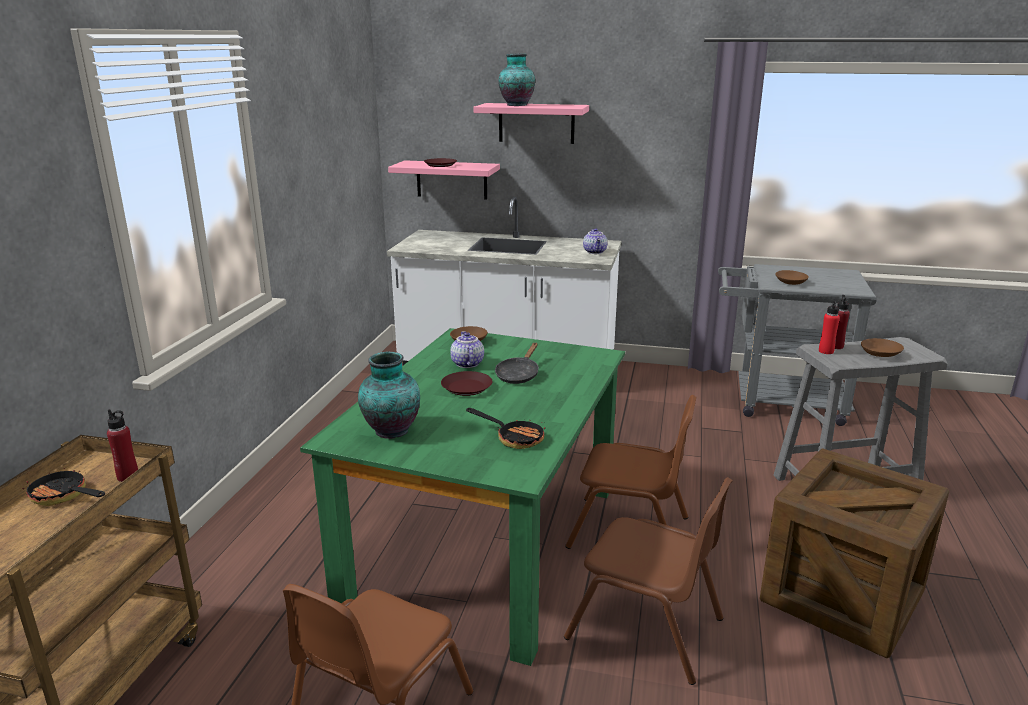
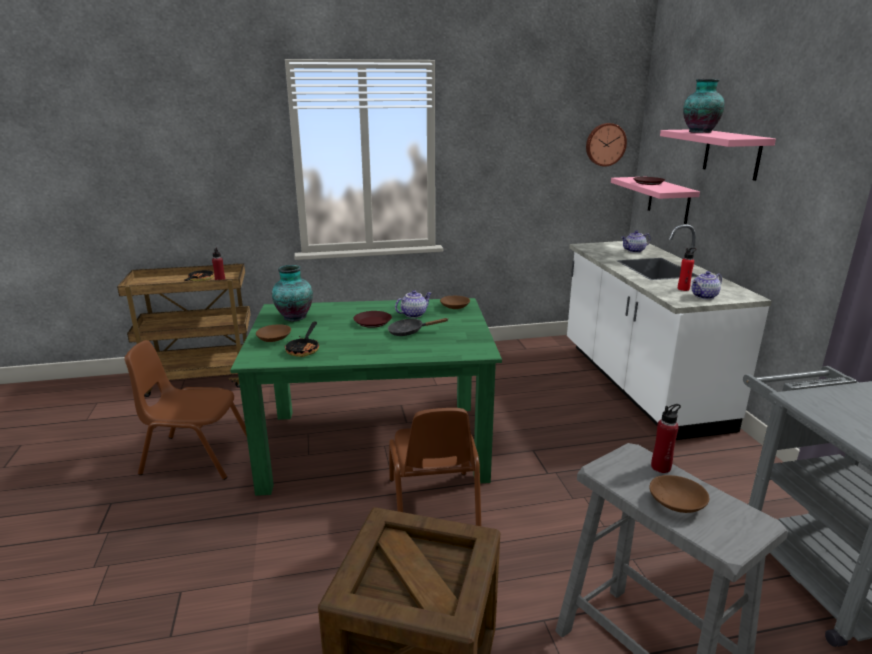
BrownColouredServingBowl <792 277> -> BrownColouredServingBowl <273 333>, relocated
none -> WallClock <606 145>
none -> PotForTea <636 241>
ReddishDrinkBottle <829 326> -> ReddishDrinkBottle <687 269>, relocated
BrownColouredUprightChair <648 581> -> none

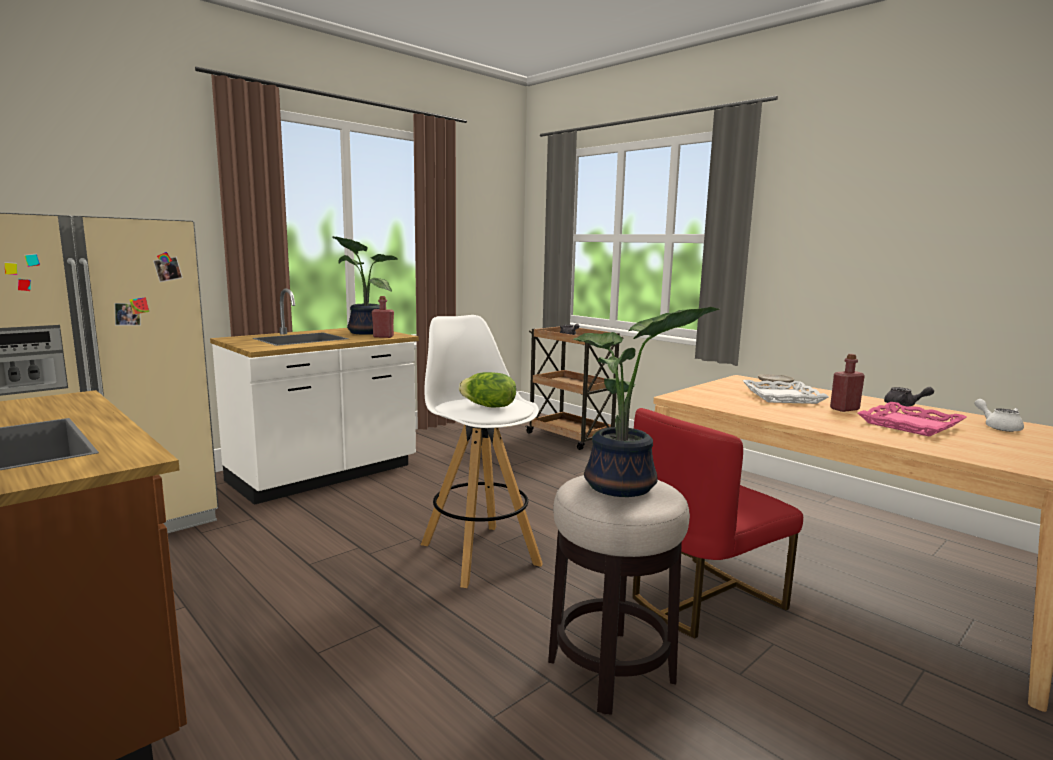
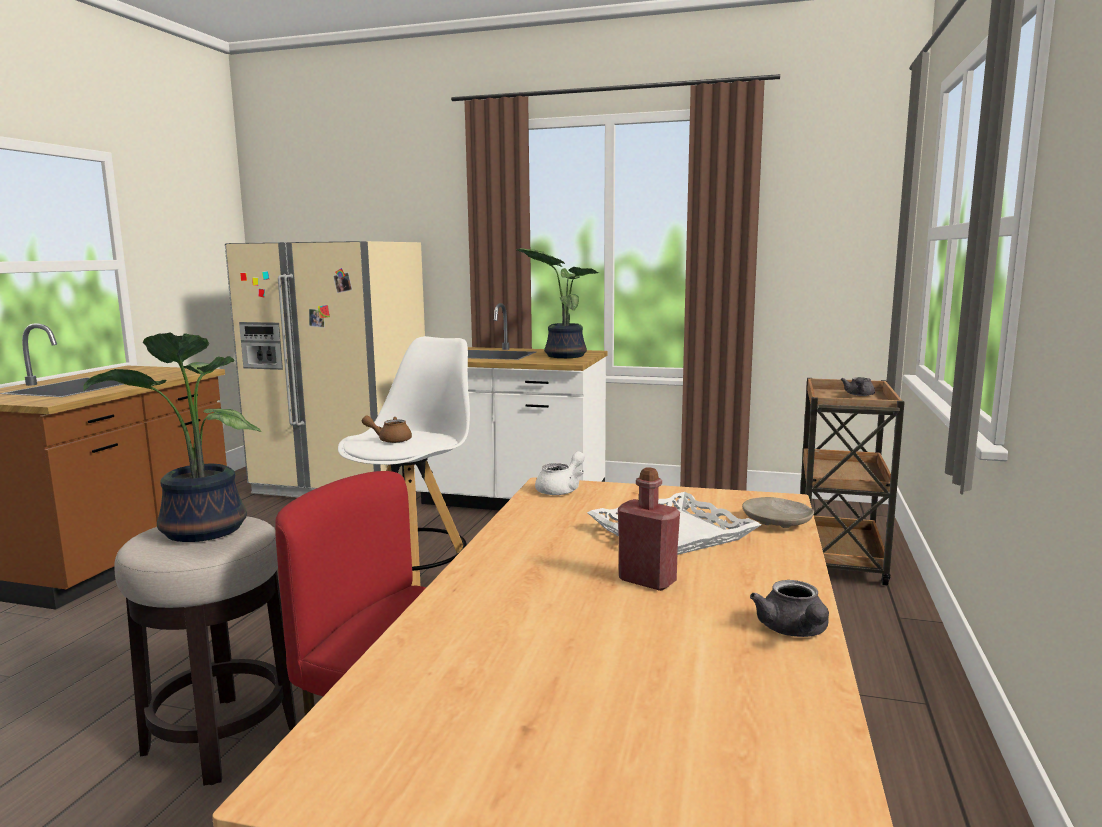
LettuceHead <487 390> -> BrownColouredPotForTea <387 429>
WhitePotForTea <999 415> -> WhitePotForTea <560 473>, relocated
ReddishDrinkBottle <383 317> -> none
PinkTray <912 419> -> none

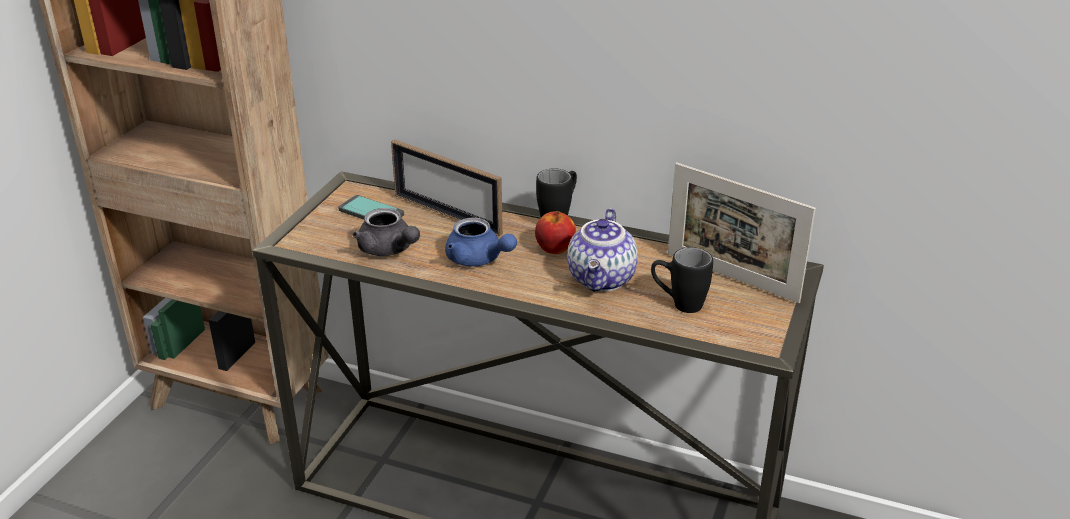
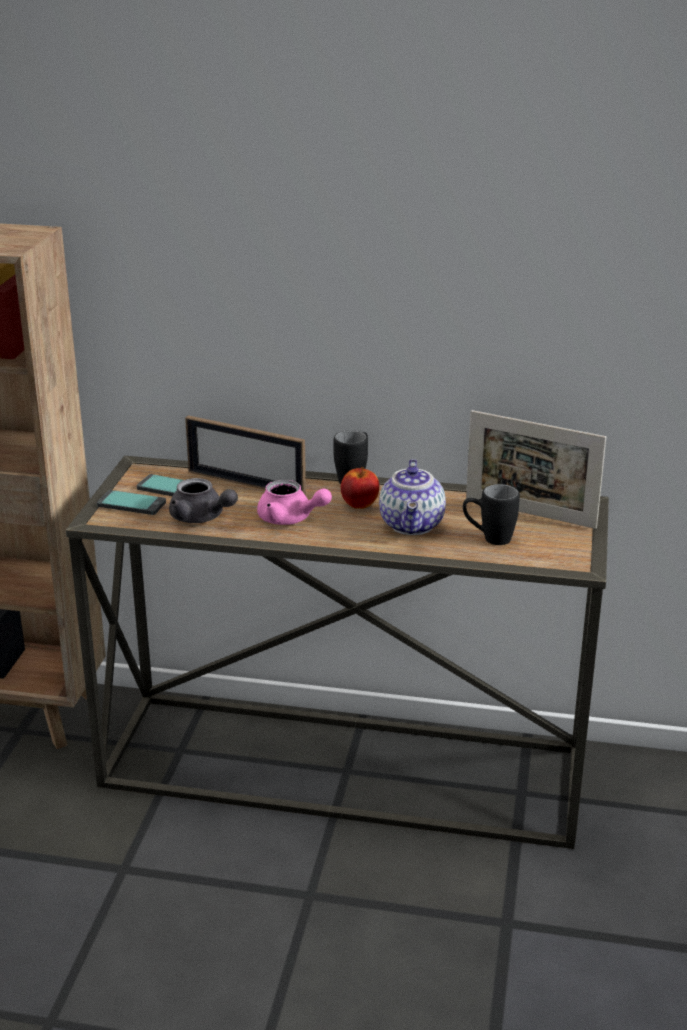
none -> Handset <131 502>
BlueColouredPotForTea <481 242> -> PinkPotForTea <294 502>

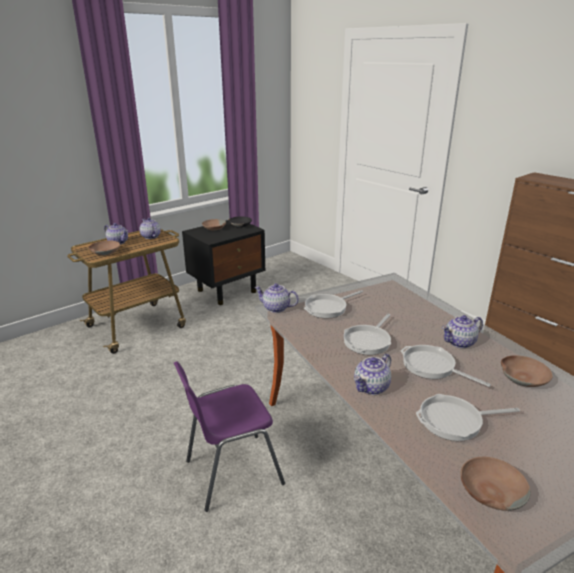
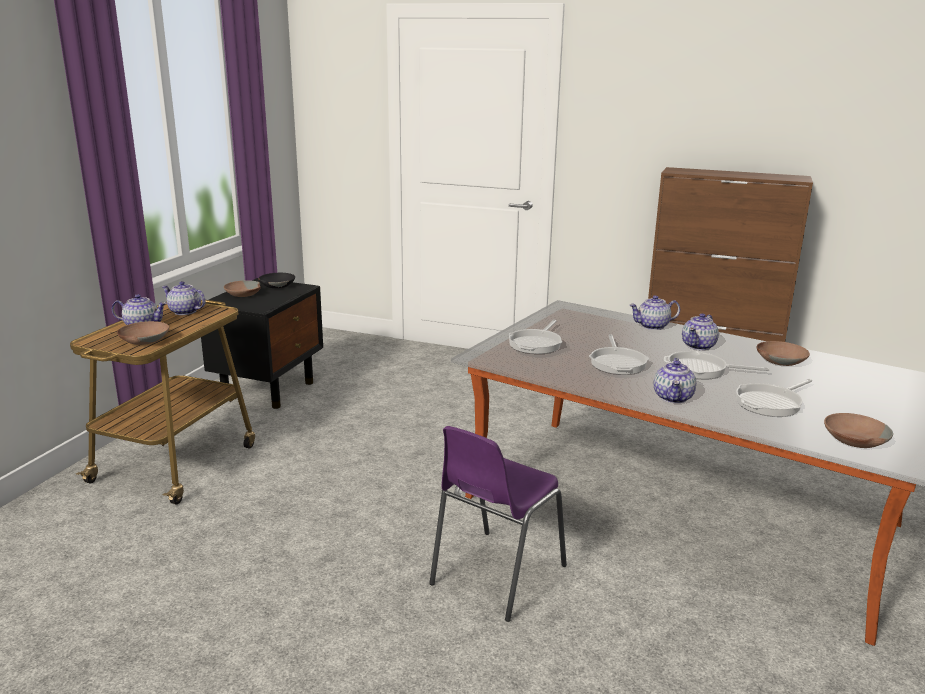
PotForTea <276 298> -> PotForTea <654 312>, relocated

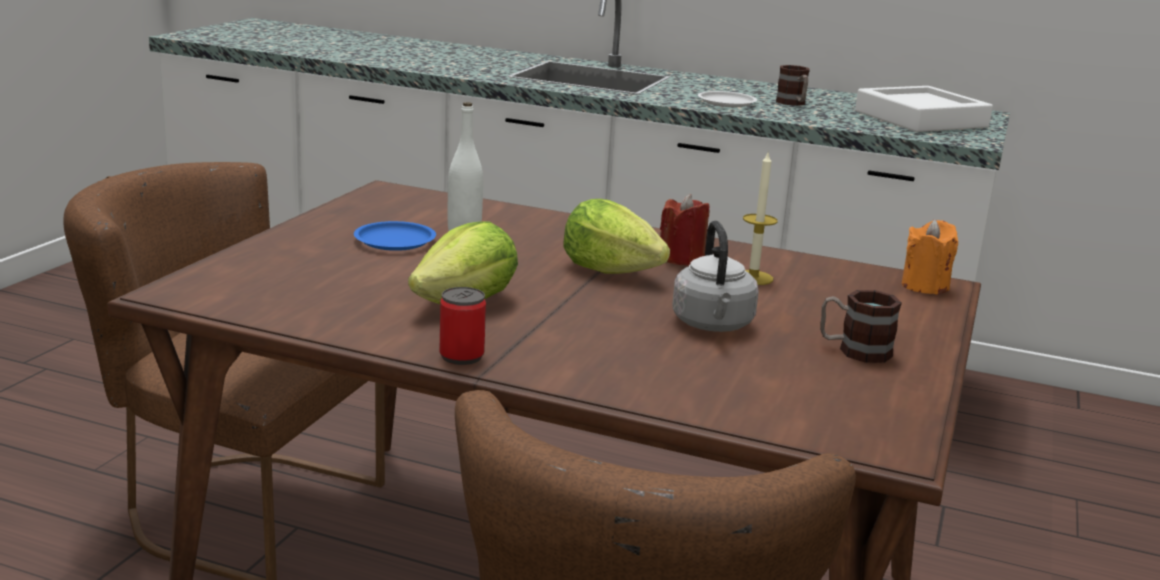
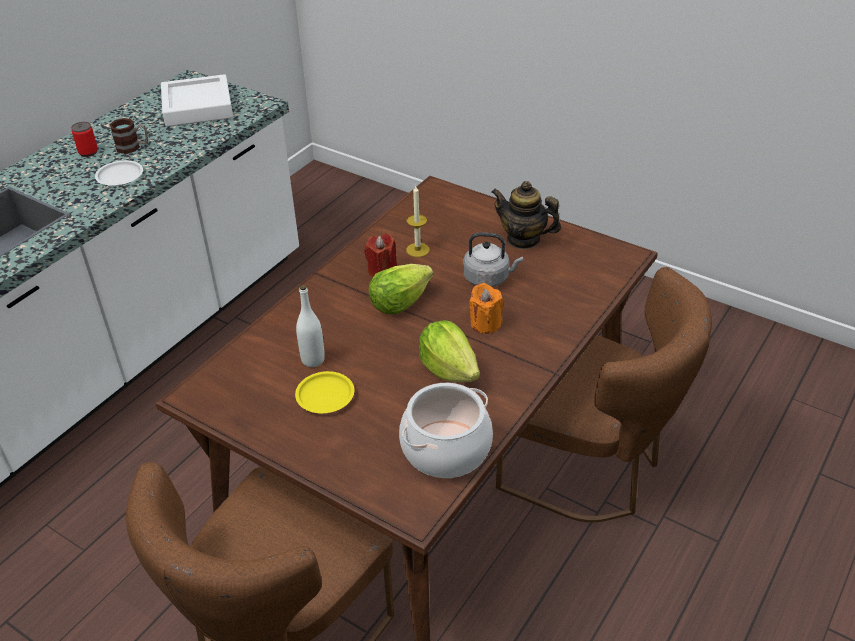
MetalCan <463 326> -> MetalCan <84 139>, relocated
BlueColouredFlatDish <395 236> -> YellowishFlatDish <324 392>
none -> CookingPot <446 430>
OrangeWaxLight <930 257> -> OrangeWaxLight <486 308>, relocated
CoffeeMug <861 326> -> PotForTea <526 215>

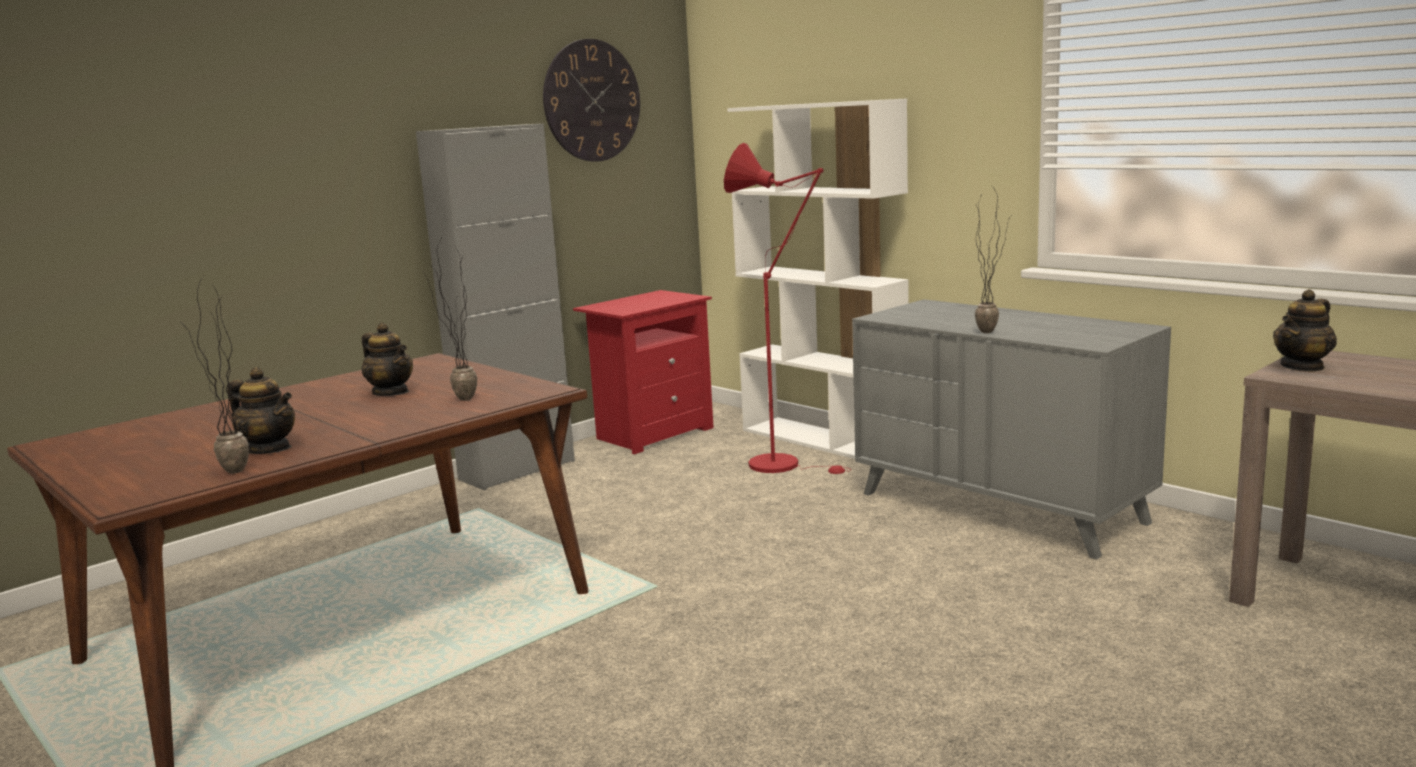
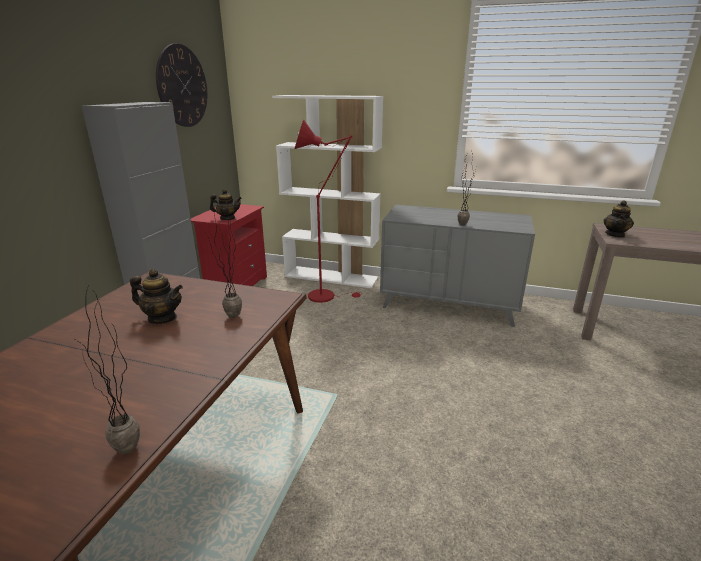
PotForTea <261 410> -> PotForTea <226 204>, relocated

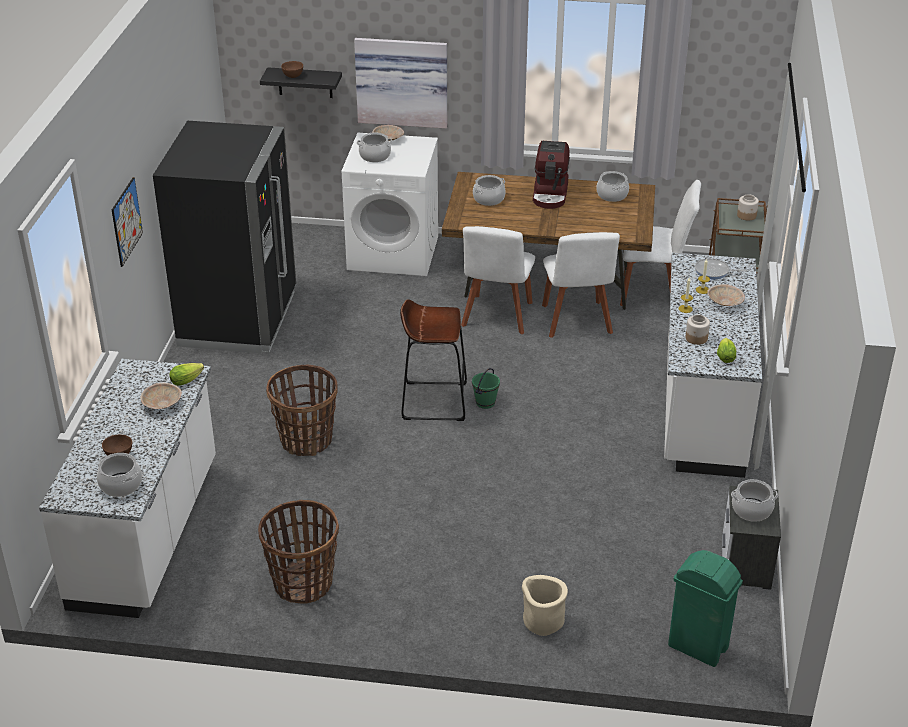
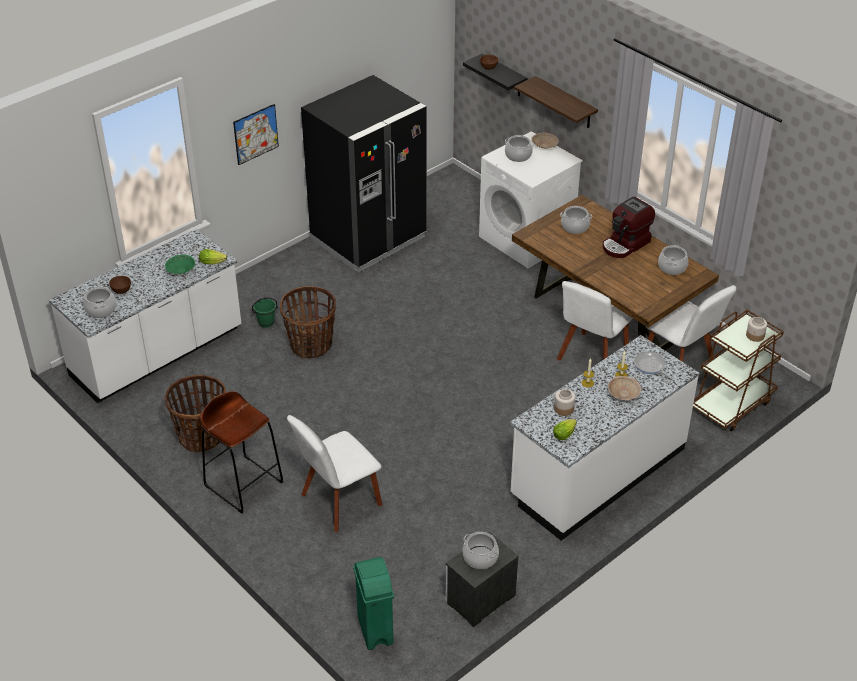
SandColouredServingBowl <160 396> -> GreenServingBowl <180 264>
BrownColouredSittingStool <433 360> -> BrownColouredSittingStool <242 452>, relocated
GreenBucket <486 388> -> GreenBucket <265 312>, relocated
WhiteUprightChair <498 280> -> WhiteUprightChair <334 473>, relocated
WallPicture <400 83> -> WallShelf <556 102>
SandColouredPlanter <545 605> -> none

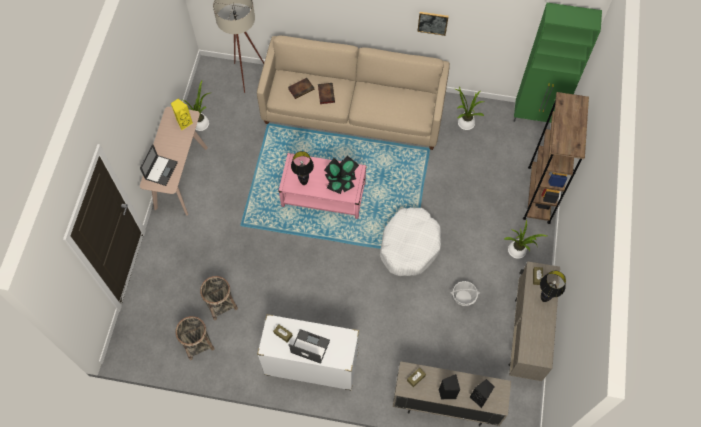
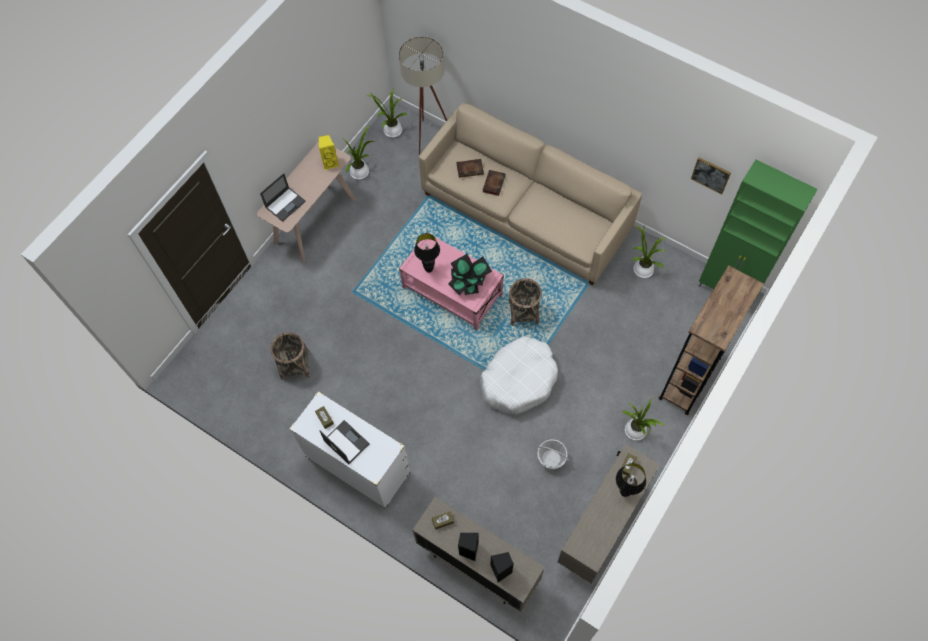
none -> PottedPlant <387 113>
StorageBasket <195 338> -> StorageBasket <525 302>, relocated
WallPicture <433 24> -> WallPicture <711 175>, relocated

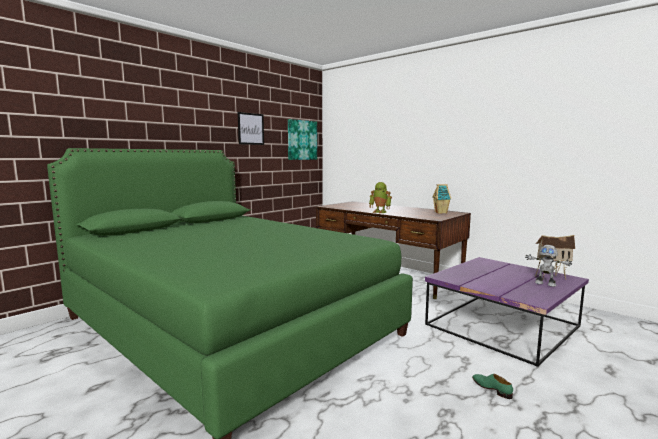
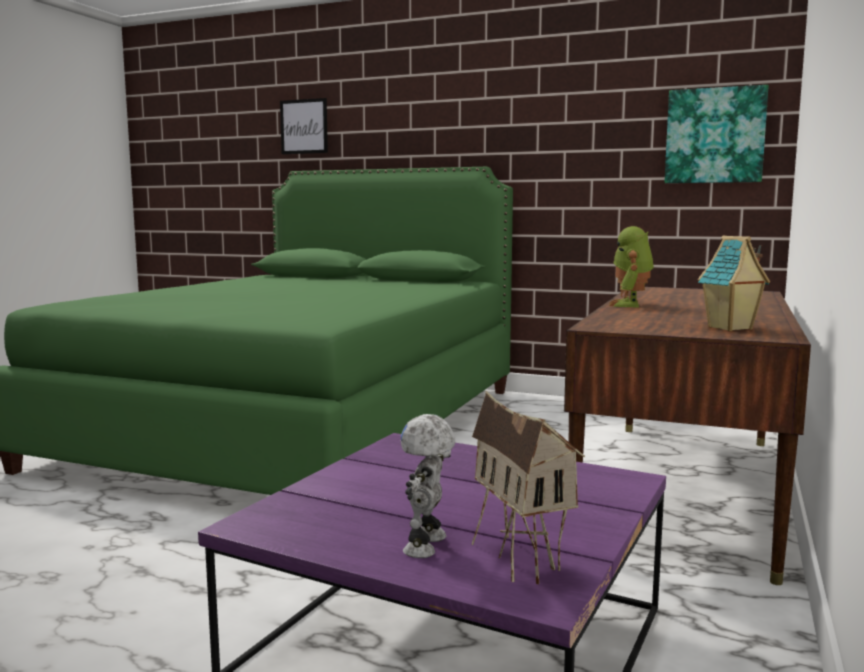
WallPicture <251 128> -> WallPicture <304 126>, relocated
GreenLowShoe <492 386> -> none

